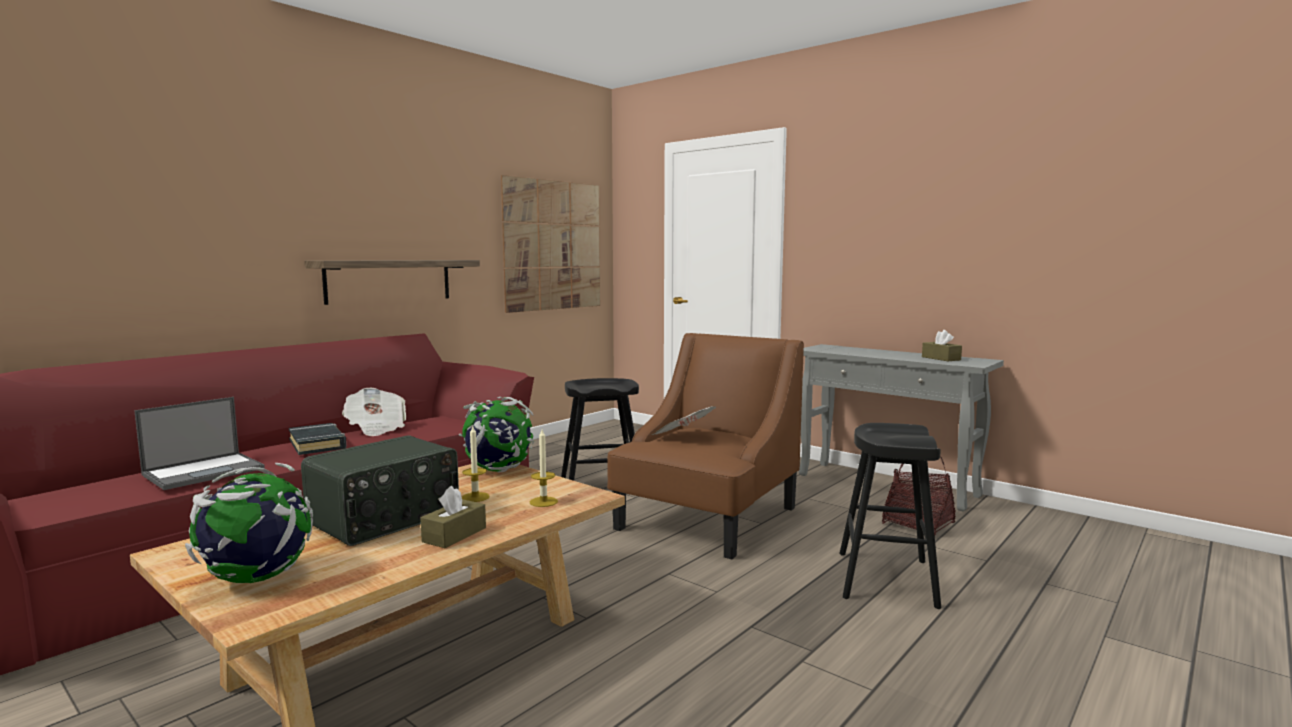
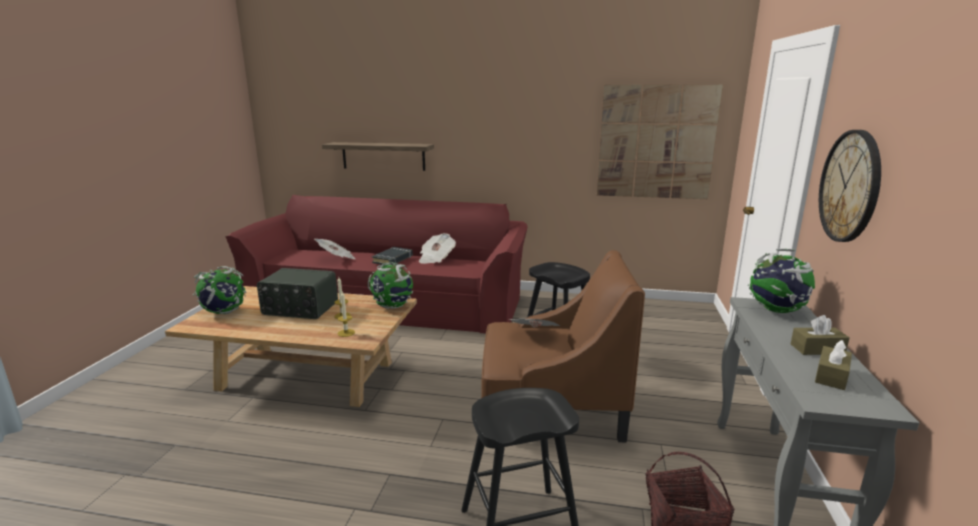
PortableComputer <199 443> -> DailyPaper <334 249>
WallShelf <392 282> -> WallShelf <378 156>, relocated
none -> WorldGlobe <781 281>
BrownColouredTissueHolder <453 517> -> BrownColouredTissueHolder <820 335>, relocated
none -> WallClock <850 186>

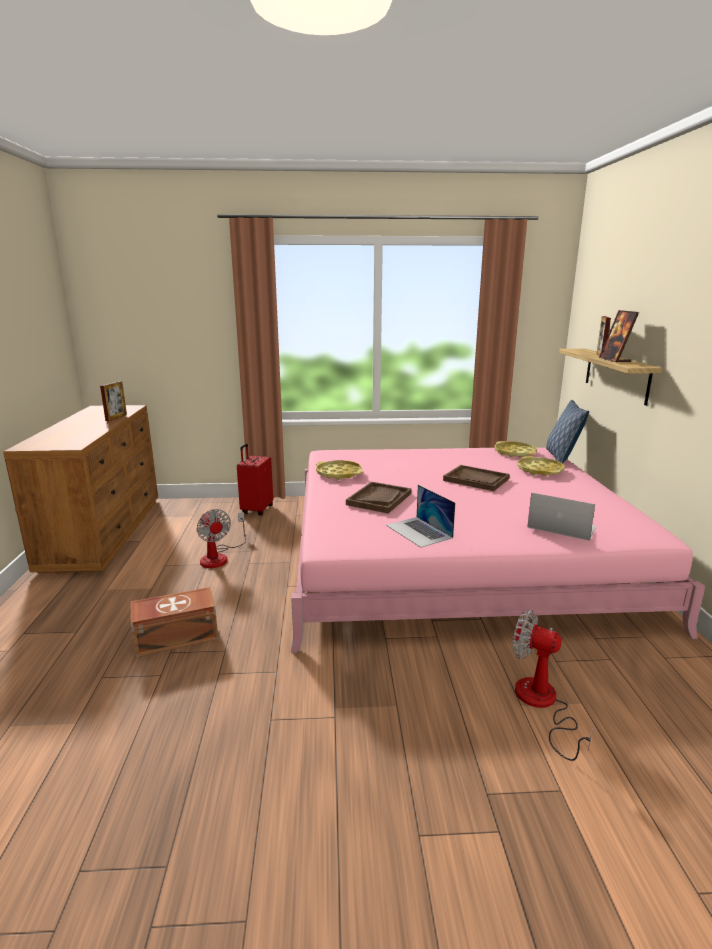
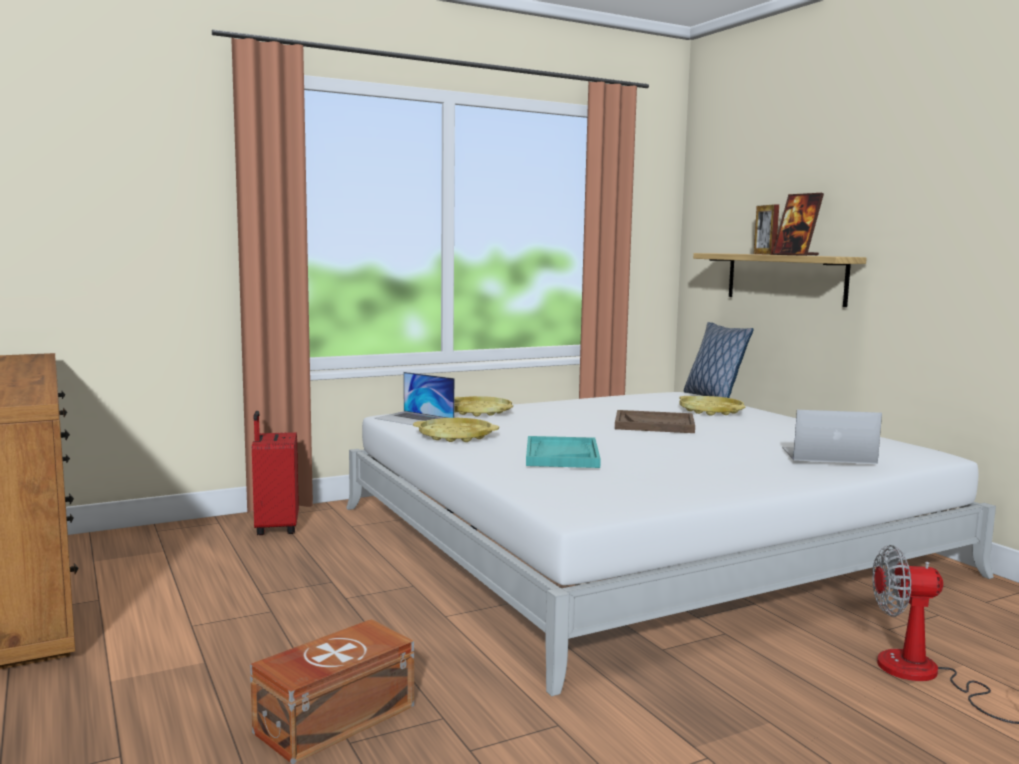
PinkBedroomBed <498 550> -> WhiteBedroomBed <671 544>
PortableComputer <420 516> -> PortableComputer <414 398>, relocated
YellowishTray <516 449> -> YellowishTray <483 406>, relocated
BrownColouredTray <378 498> -> TurquoiseTray <563 452>
PhotoFrame <113 401> -> none
CoolingFan <221 538> -> none

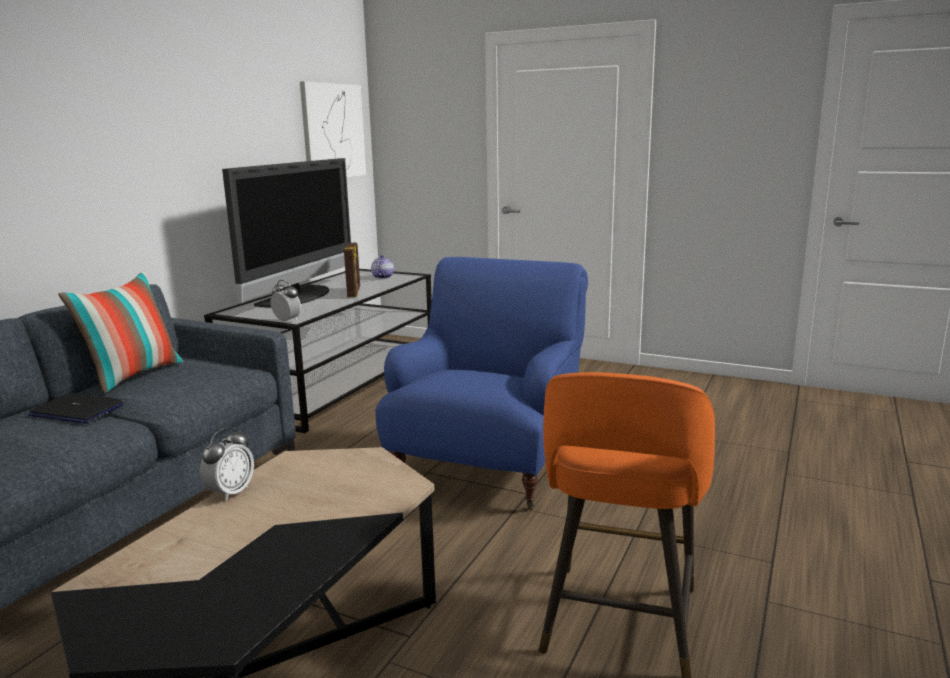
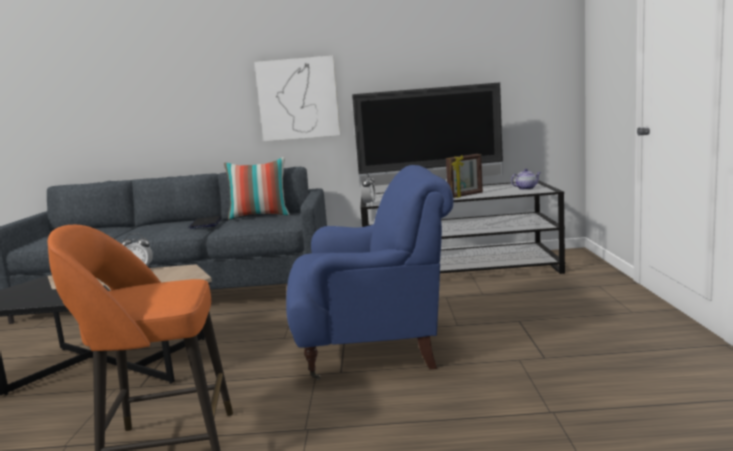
WallPicture <333 129> -> WallPicture <297 98>, relocated

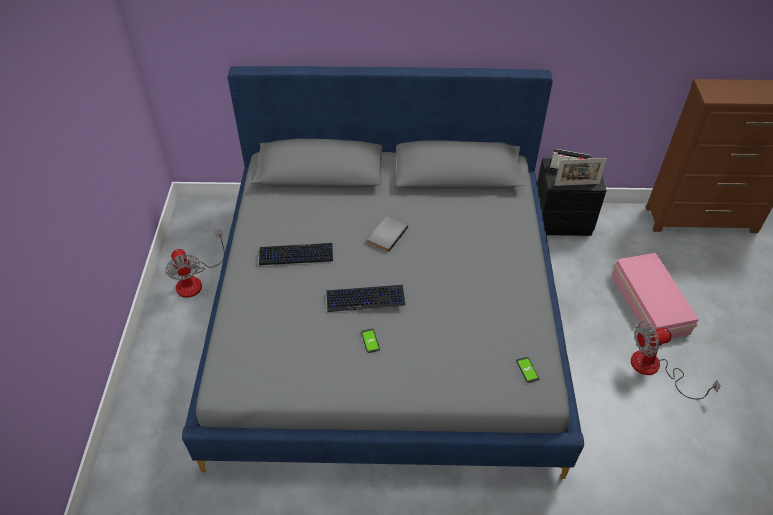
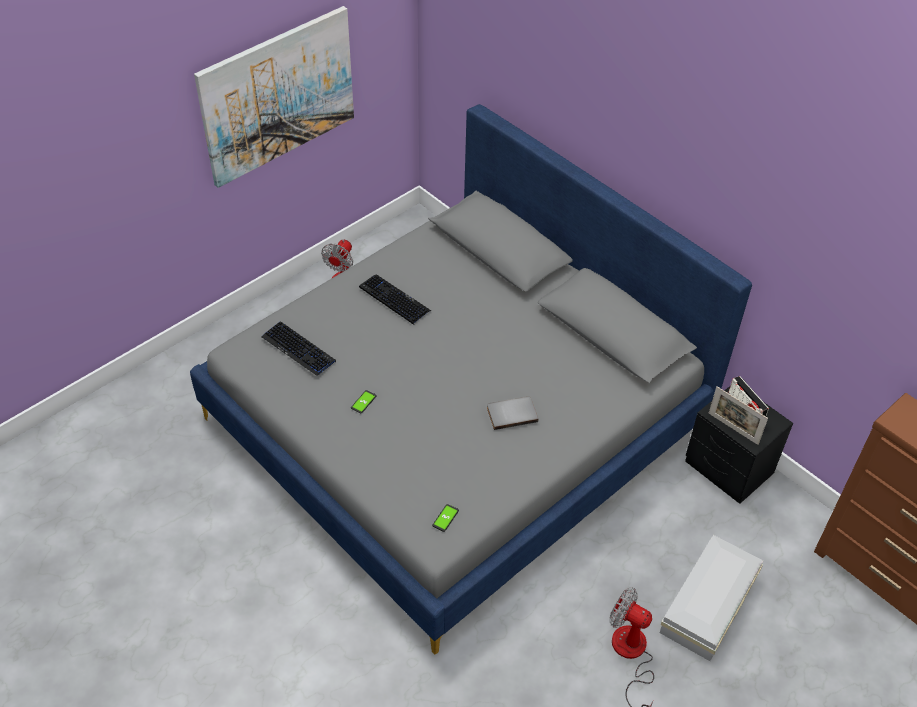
none -> WallPicture <274 97>
Keyboard <366 298> -> Keyboard <299 348>, relocated
GreyishBoundBook <387 234> -> GreyishBoundBook <512 413>, relocated
PinkStorageContainer <655 295> -> WhiteStorageContainer <711 598>

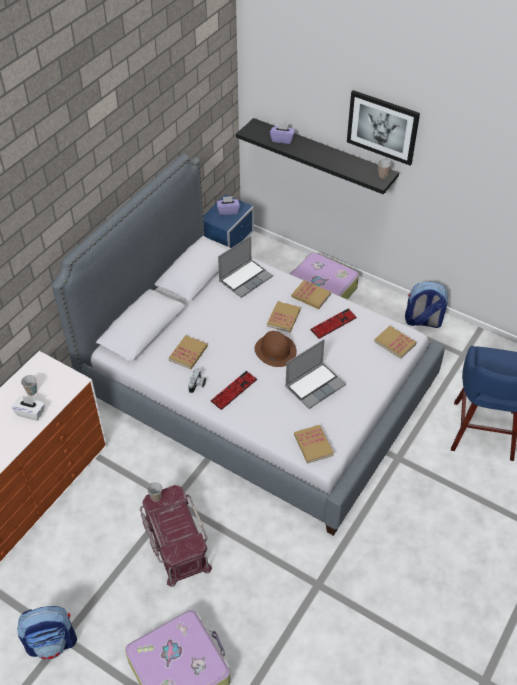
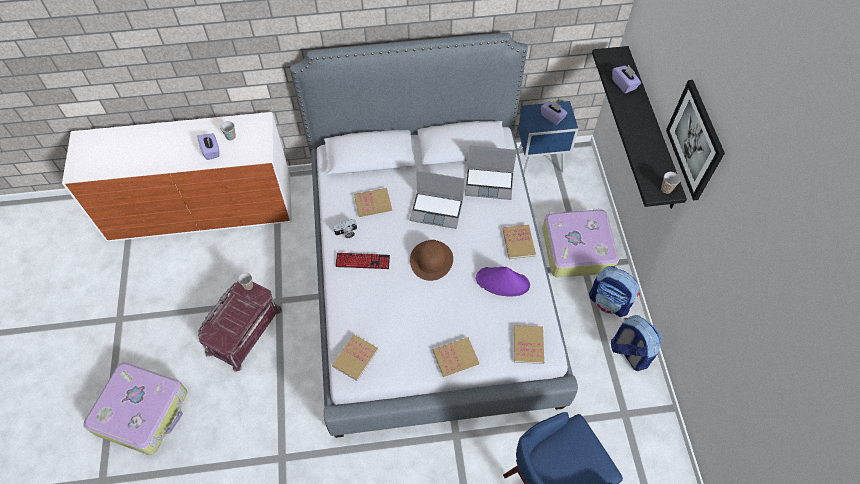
WhiteTissueHolder <28 408> -> PurpleColouredTissueHolder <208 146>
PortableComputer <316 374> -> PortableComputer <437 200>, relocated
BoundBook <284 316> -> BoundBook <456 357>, relocated
Keyboard <333 324> -> PurpleColouredClothingHat <503 282>
Rucksack <47 633> -> Rucksack <614 291>, relocated

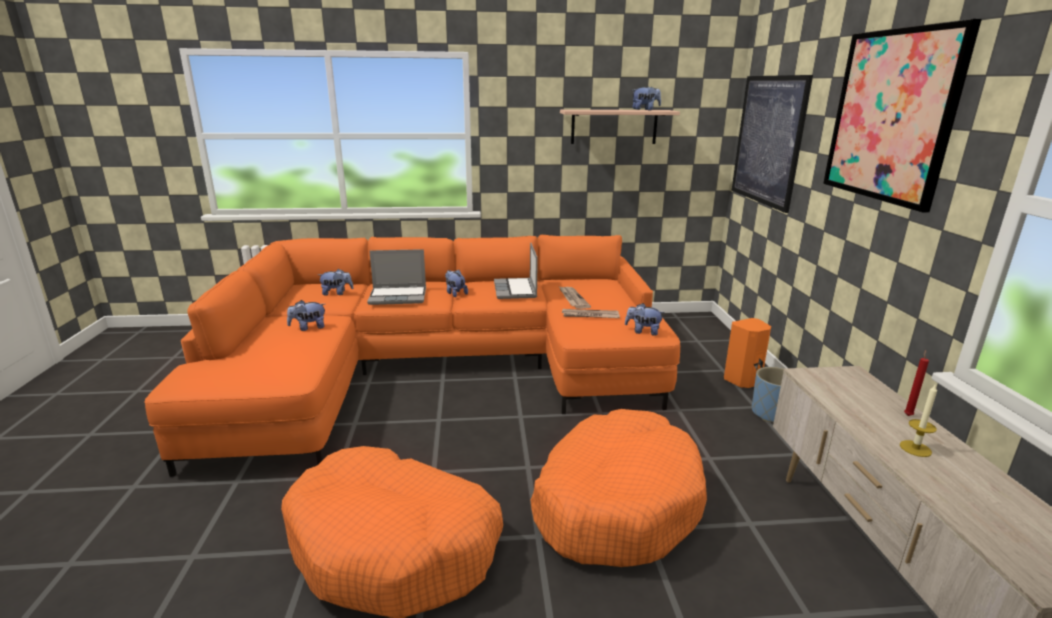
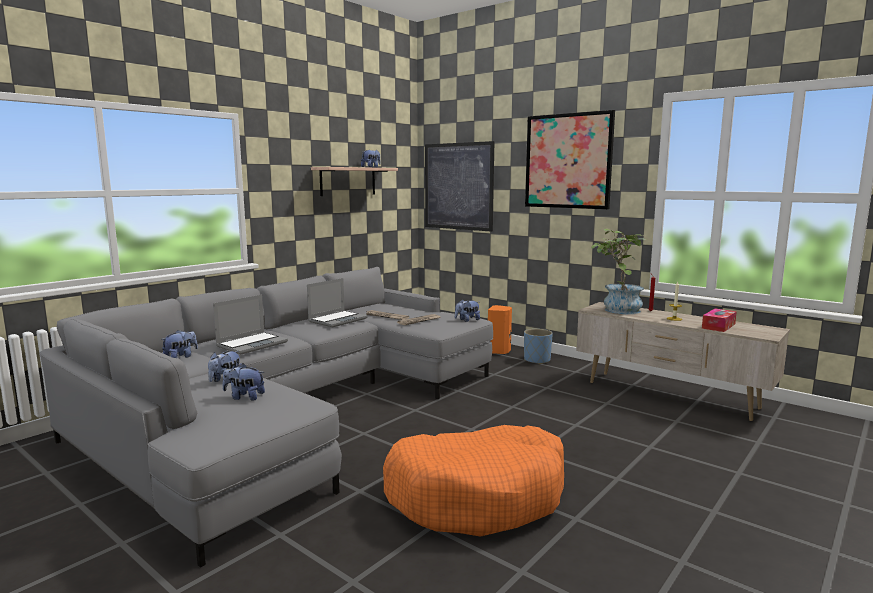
OrangeSofa <412 356> -> GreyishSofa <266 417>
PlushToy <456 283> -> PlushToy <244 382>, relocated
PortableComputer <516 270> -> PortableComputer <337 302>, 90 degrees counterclockwise
none -> PottedPlant <618 271>
none -> TissueHolder <719 320>
OrangeDogBed <619 488> -> none

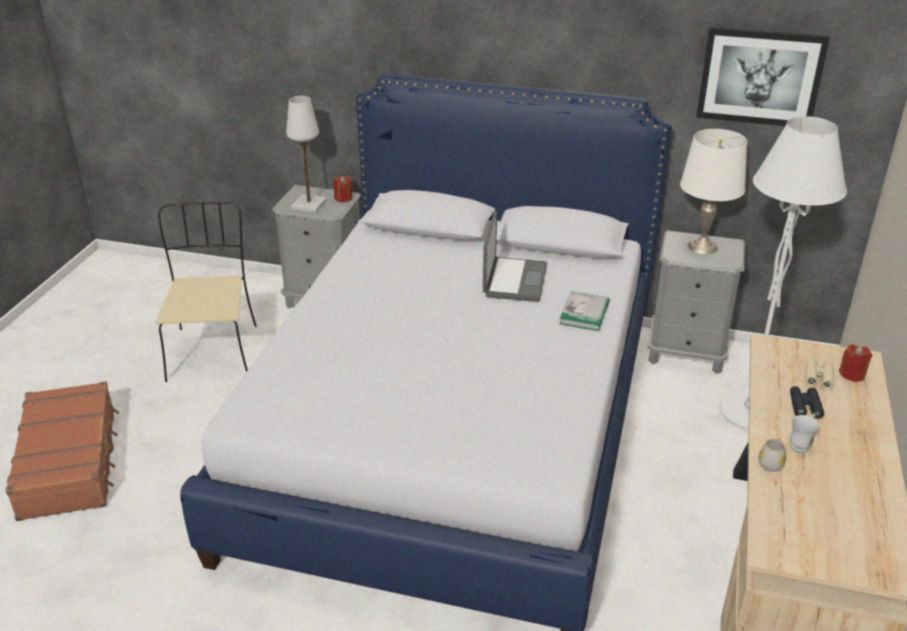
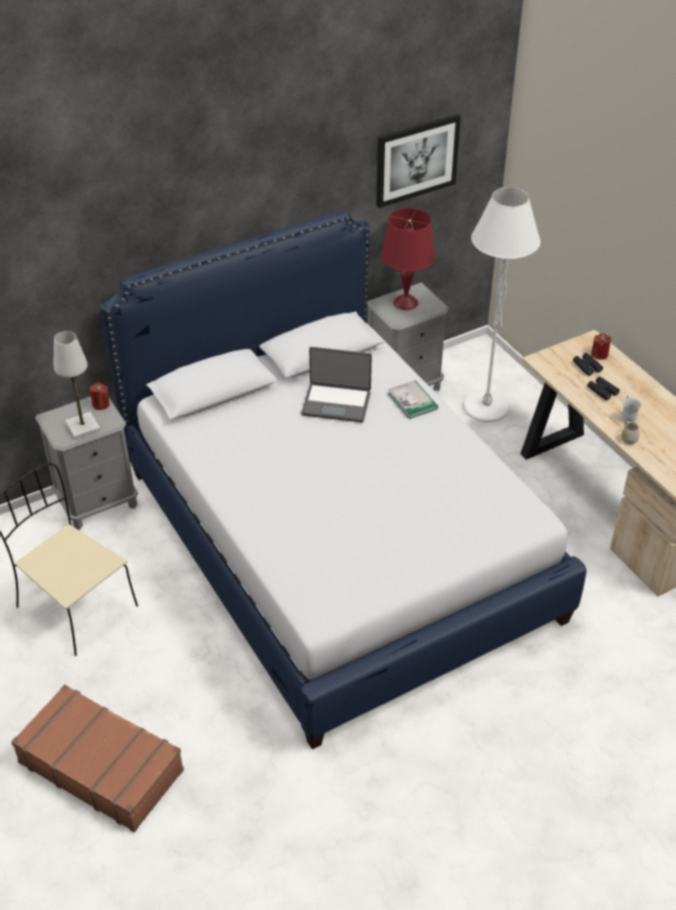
PortableComputer <515 256> -> PortableComputer <336 385>, 135 degrees clockwise
WhiteLampForATable <713 191> -> ReddishLampForATable <408 259>
SandColouredBinoculars <819 373> -> BlackishBinoculars <588 364>

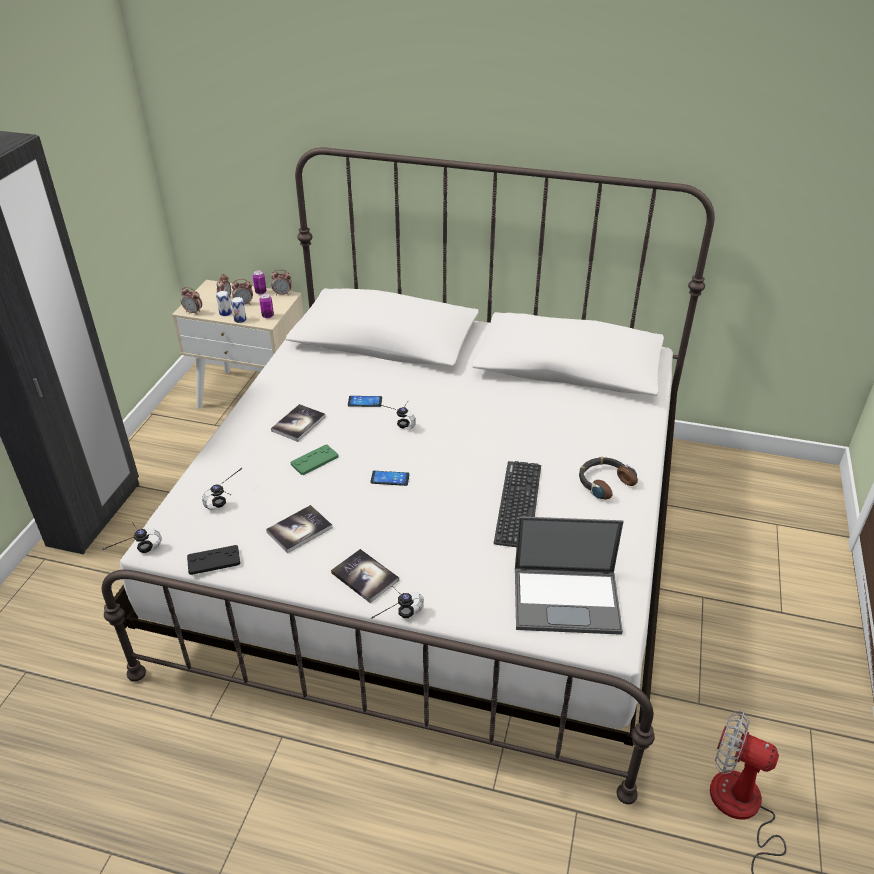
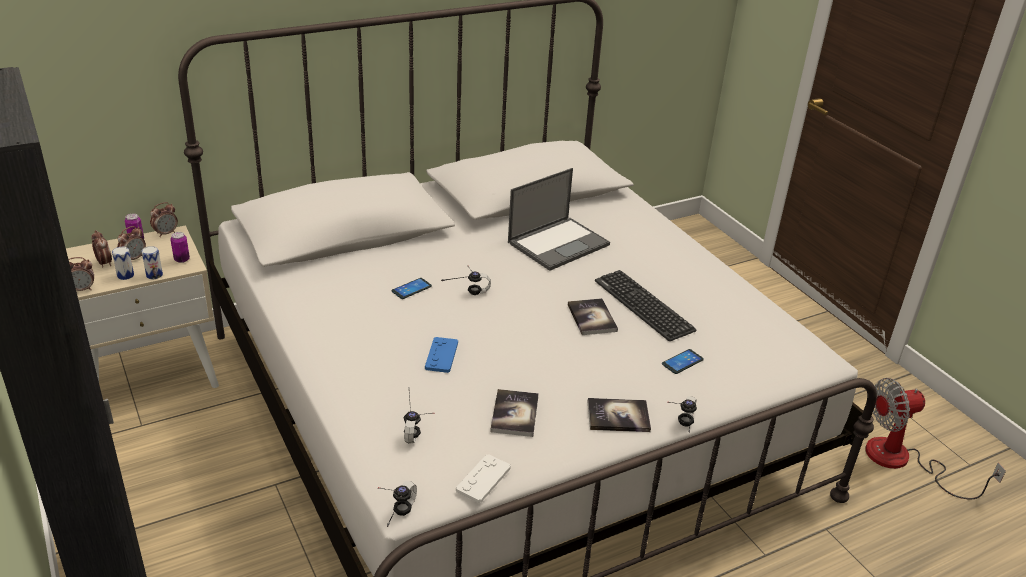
GreenGameController <315 460> -> BlueColouredGameController <441 355>
BlackishGameController <214 560> -> WhiteGameController <483 478>
PortableComputer <569 575> -> PortableComputer <559 219>, relocated
BoundBook <298 423> -> BoundBook <593 316>, relocated
Handset <390 478> -> Handset <683 361>, relocated
PairOfHeadphones <608 478> -> none

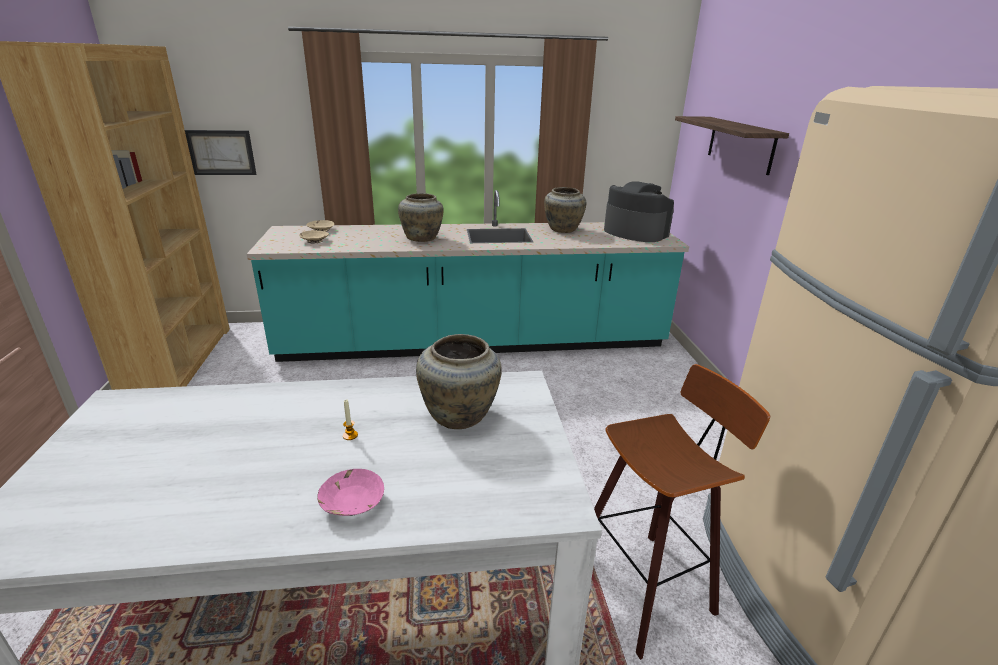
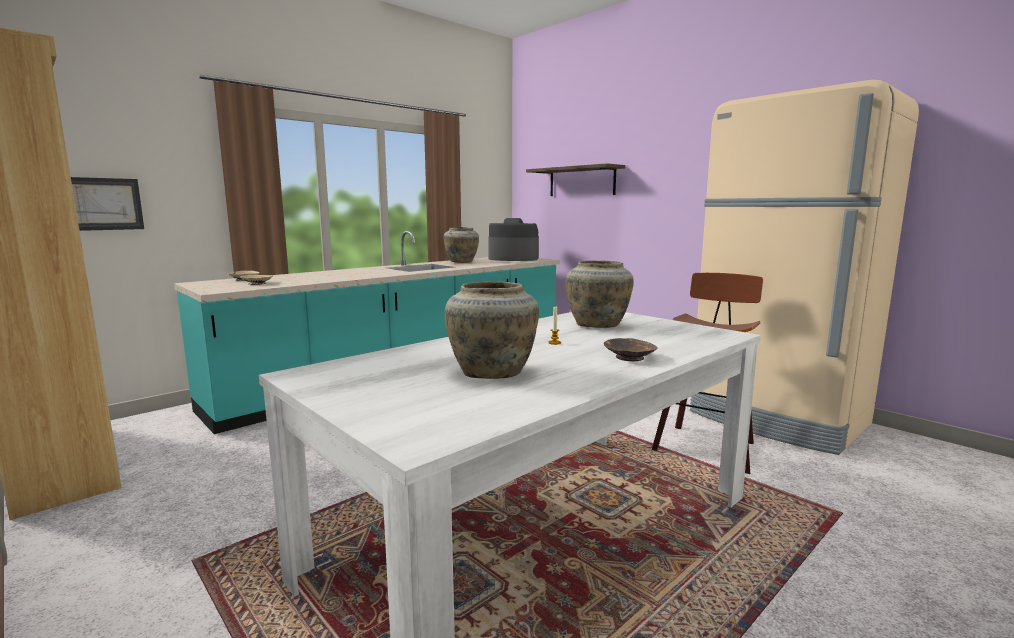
SandColouredFlowerVase <421 217> -> SandColouredFlowerVase <491 330>, relocated
PinkServingBowl <350 492> -> BrownColouredServingBowl <631 349>

